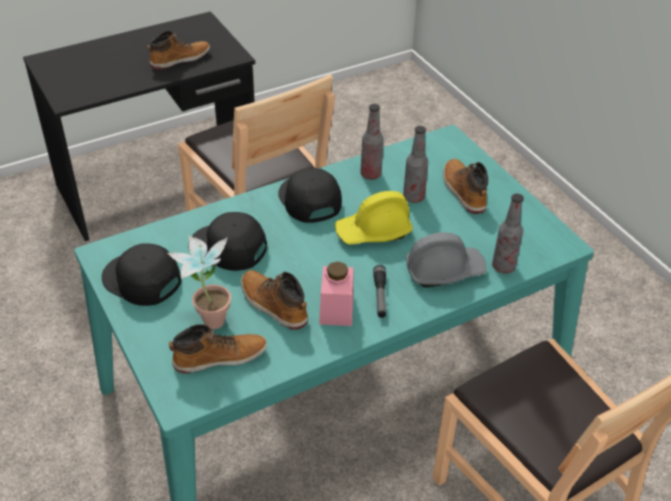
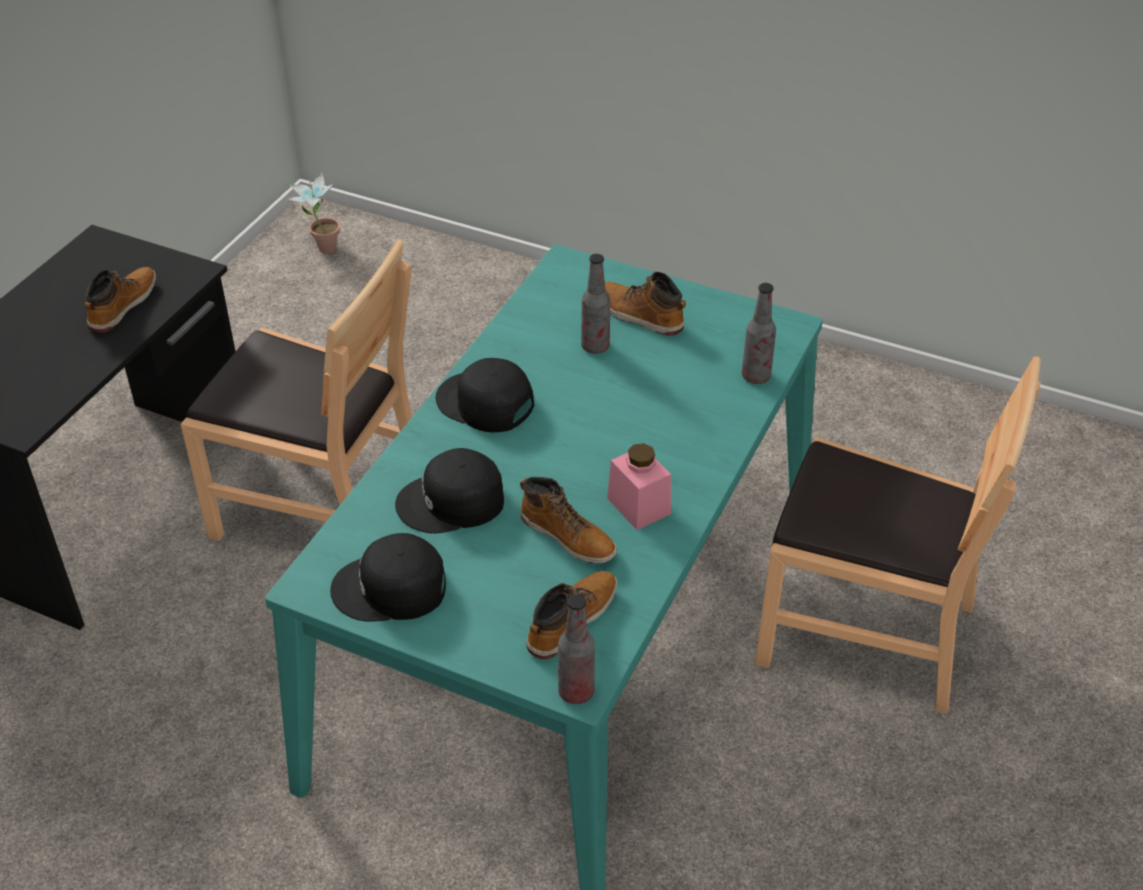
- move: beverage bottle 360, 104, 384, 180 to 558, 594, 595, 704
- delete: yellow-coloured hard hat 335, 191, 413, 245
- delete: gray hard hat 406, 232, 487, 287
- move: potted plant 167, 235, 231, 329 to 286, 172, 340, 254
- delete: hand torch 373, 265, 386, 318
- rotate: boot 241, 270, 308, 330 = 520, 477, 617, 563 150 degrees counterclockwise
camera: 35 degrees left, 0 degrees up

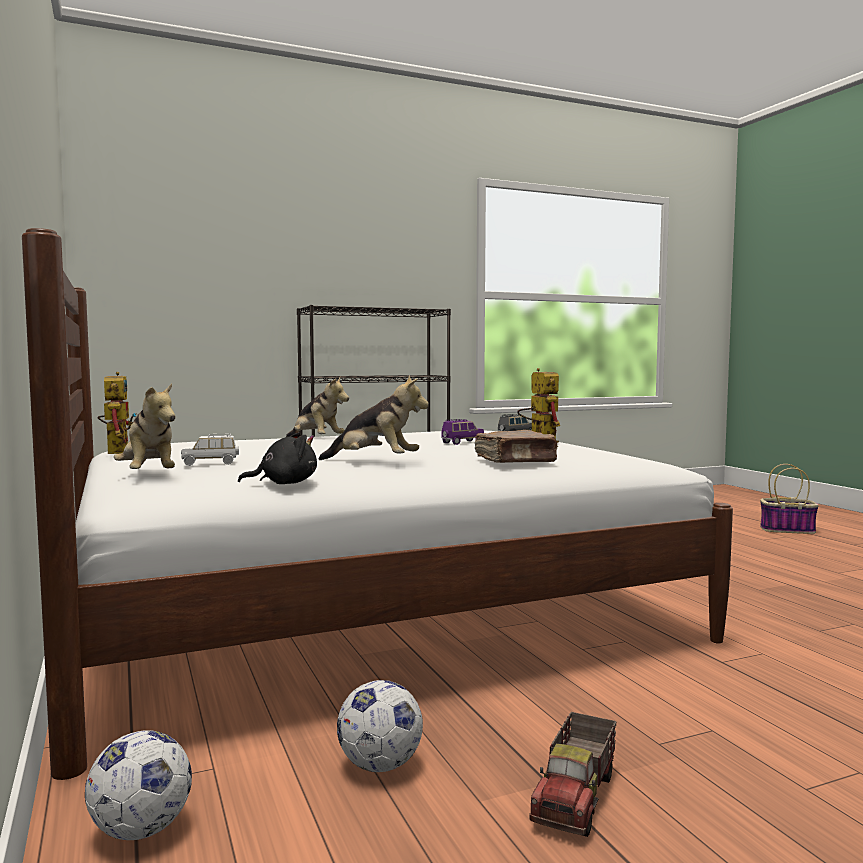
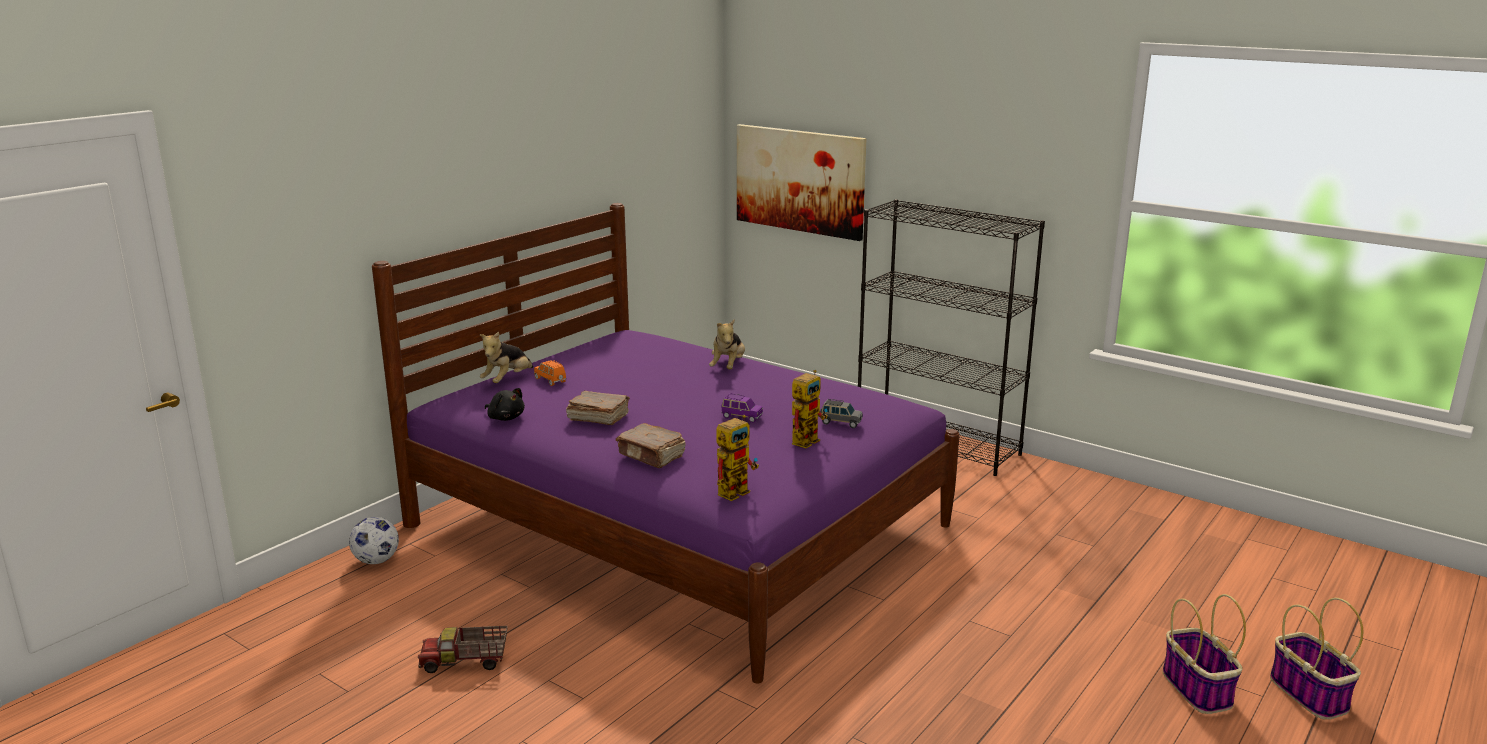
- recolor: white-coloured bedroom bed 22, 228, 733, 780 to purple-coloured bedroom bed 372, 203, 959, 684
- move: robot figure 98, 372, 137, 454 to 716, 415, 759, 501
- replace: soft toy 318, 376, 429, 460 to brownish volume 566, 391, 630, 425
- recolor: white-coloured toy car 181, 433, 239, 466 to orange-coloured toy car 534, 360, 566, 386
- delete: ball for football 337, 680, 423, 772
- insert: picture 737, 124, 867, 241
- insert: basket 1162, 594, 1246, 714
camera: 60 degrees right, 15 degrees up

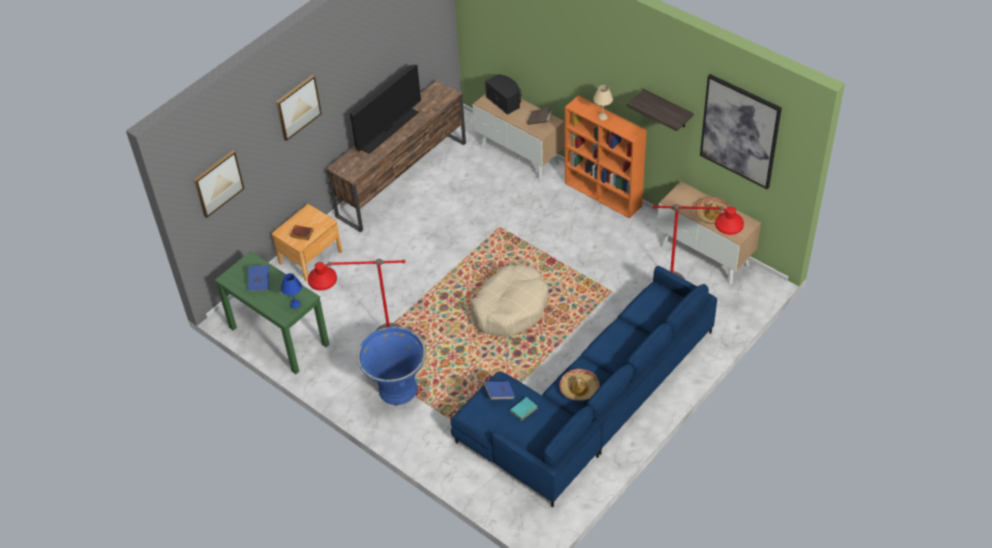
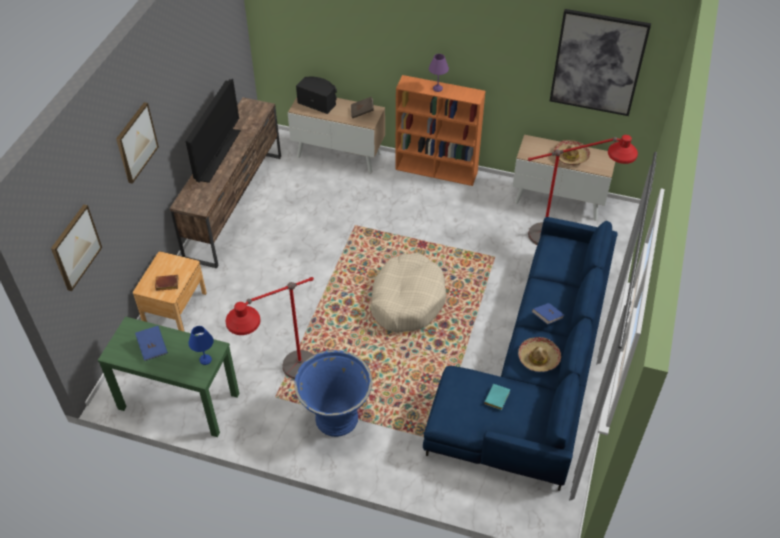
- recolor: sand-coloured tabletop lamp 593, 85, 613, 121 to purple-coloured tabletop lamp 429, 54, 449, 92
- delete: shelf 627, 89, 694, 131
- move: blue volume 484, 381, 515, 400 to 532, 303, 564, 325
camera: 25 degrees left, 0 degrees up

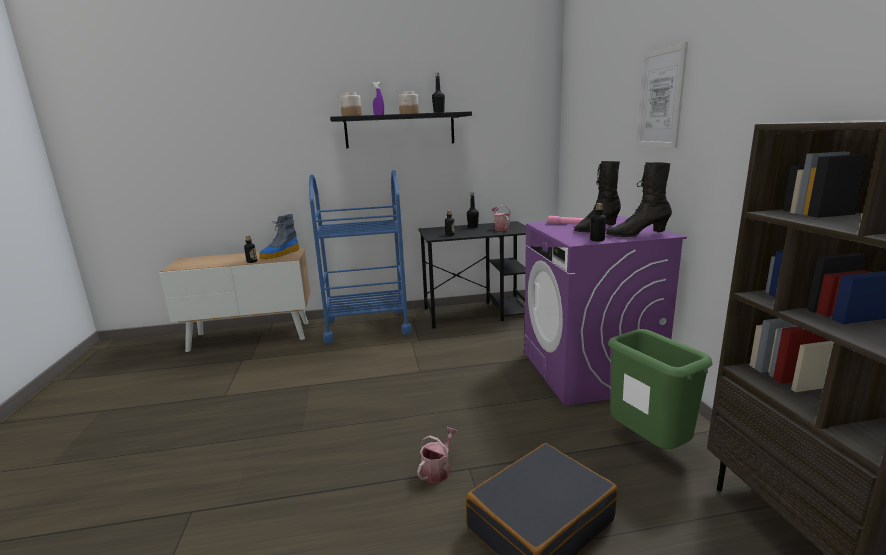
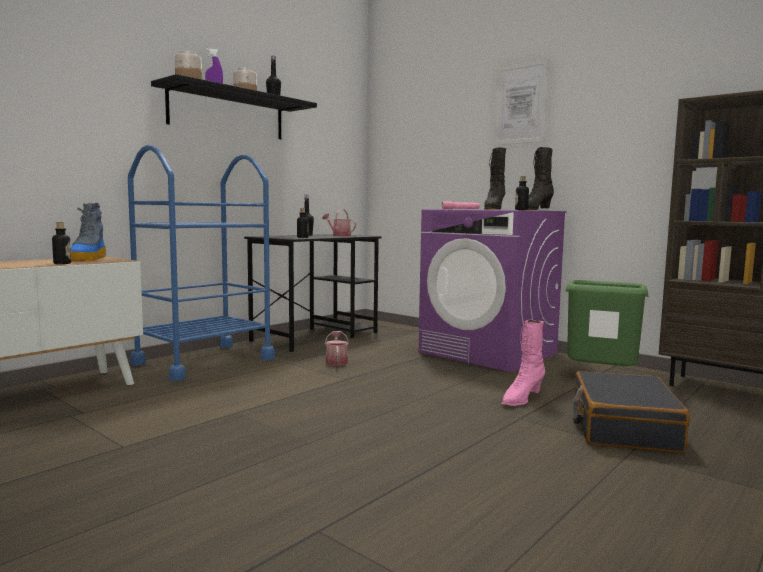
- move: watering can 417, 427, 458, 483 to 325, 331, 349, 366
- insert: pinkish boot 501, 320, 545, 406
camera: 40 degrees left, 10 degrees down

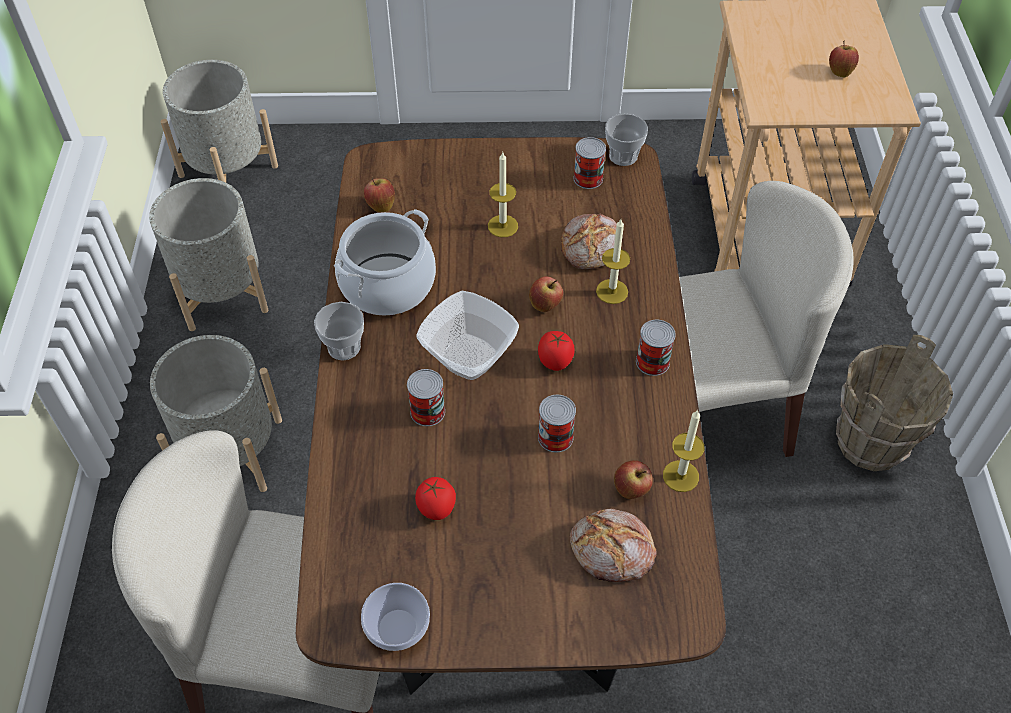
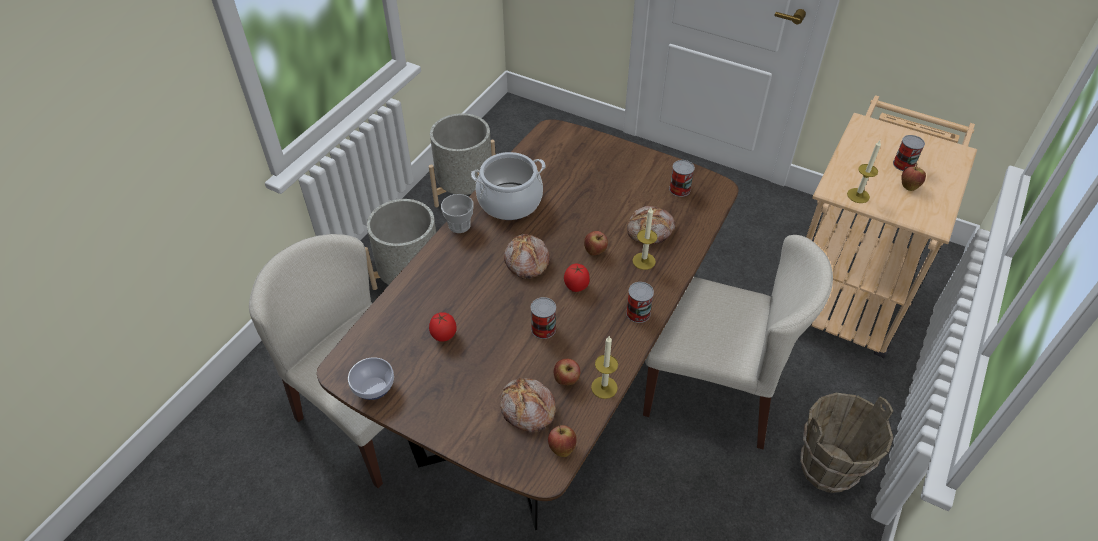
- delete: gray planter 161, 60, 278, 182
- delete: drinking cup 605, 114, 648, 166
- move: wax candle 488, 152, 518, 237 to 847, 140, 881, 203
- move: apple fruit 364, 176, 395, 212 to 548, 425, 577, 457
- replace: bowl 416, 291, 519, 380 to bread 504, 234, 550, 279
- move: sealed can 407, 369, 445, 426 to 893, 135, 925, 171
camera: 30 degrees right, 5 degrees down

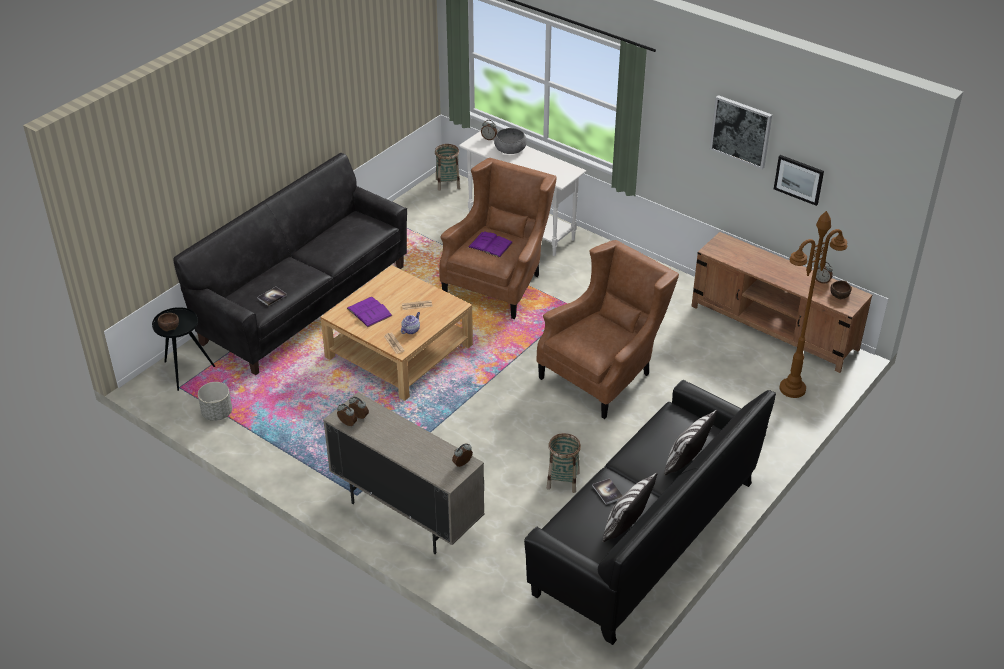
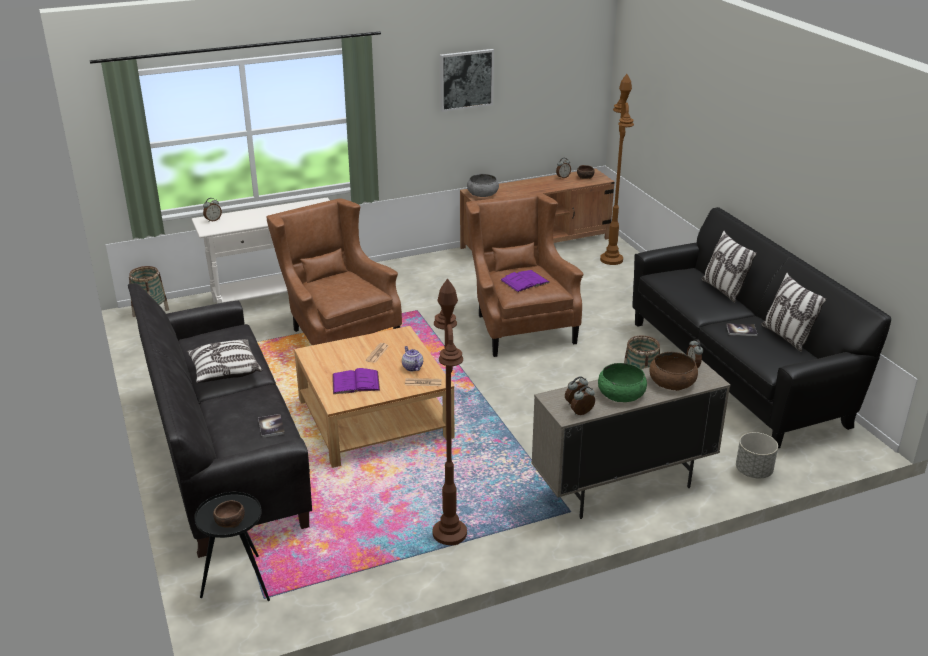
- move: gray bowl 494, 128, 527, 154 to 467, 174, 499, 197
- delete: picture 774, 155, 824, 206
- move: purple-coloured volume 468, 231, 513, 258 to 500, 270, 550, 293
- move: gray planter 198, 382, 232, 421 to 736, 432, 778, 479
- insert: brownish floor lamp 433, 279, 467, 545
- insert: cushion 187, 339, 262, 383
- insert: brownish bowl 649, 352, 698, 391
- insert: green-coloured bowl 598, 363, 647, 402
camera: 60 degrees left, 10 degrees down

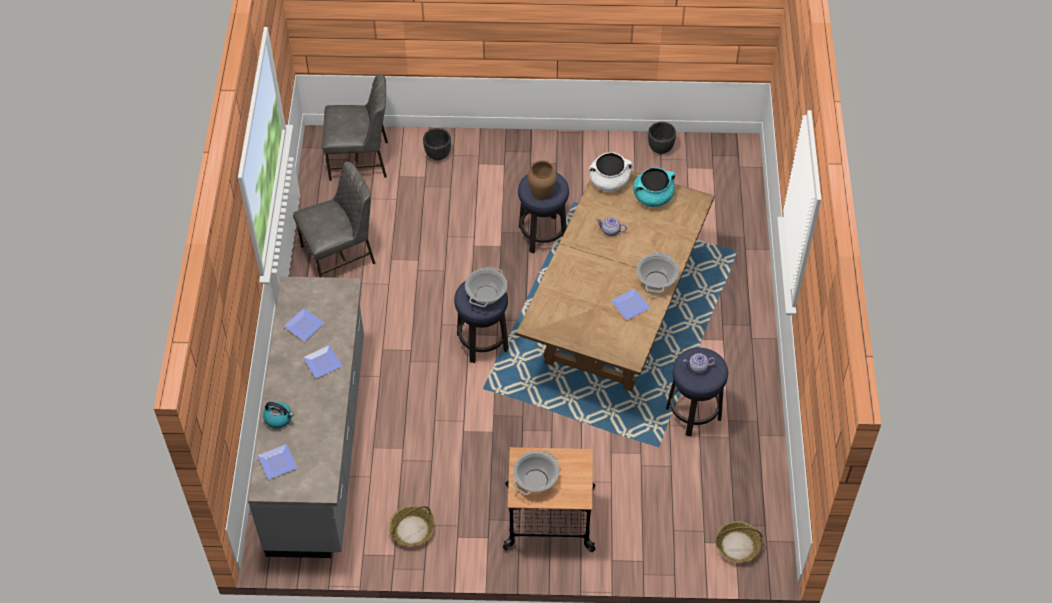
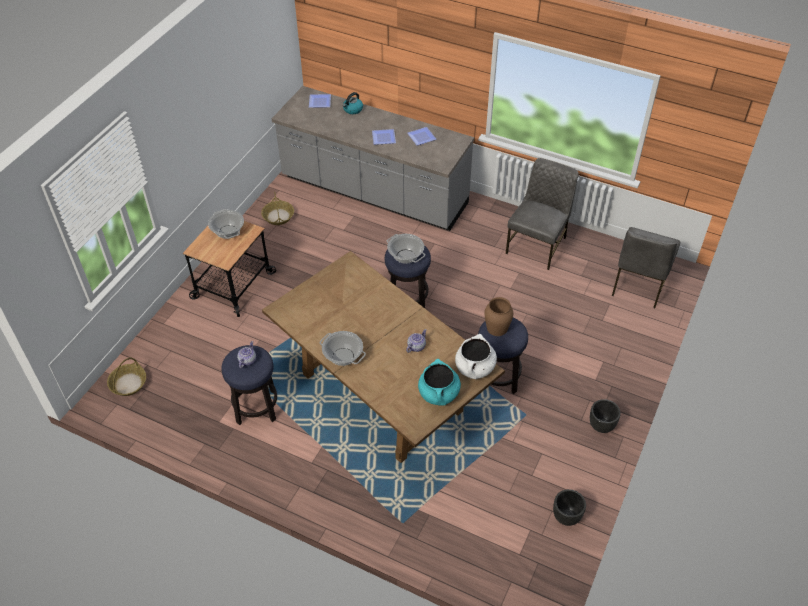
- move: black planter 423, 128, 451, 161 to 590, 399, 621, 433
- rotate: gray plain chair 293, 162, 376, 277 = 506, 158, 579, 270 150 degrees counterclockwise
- delete: flat dish 611, 289, 650, 320
camera: 115 degrees right, 5 degrees down

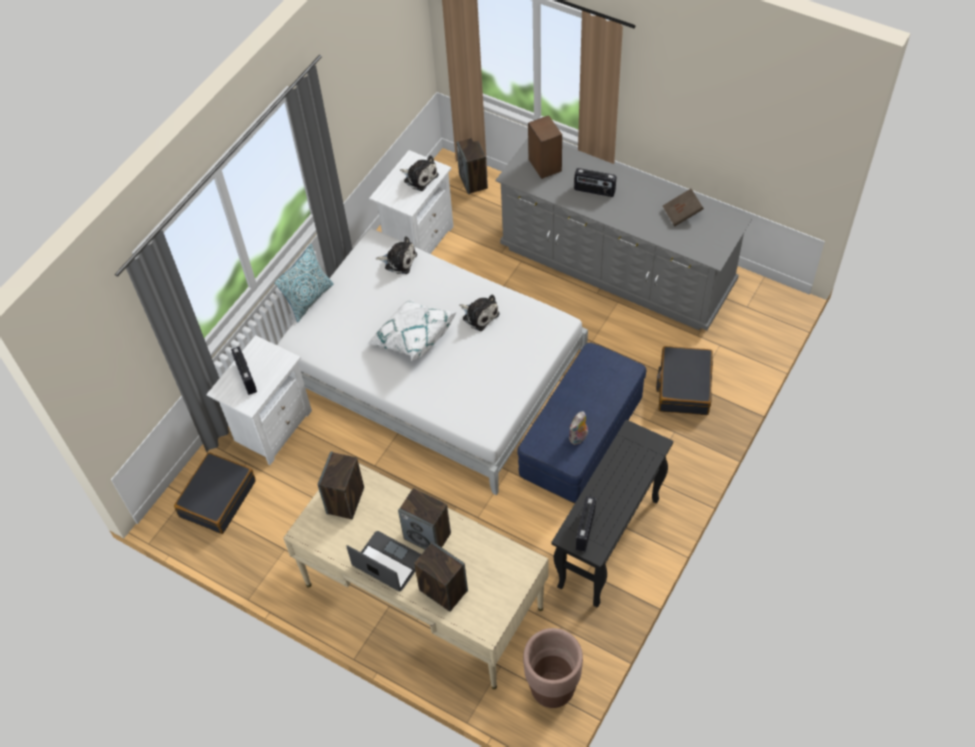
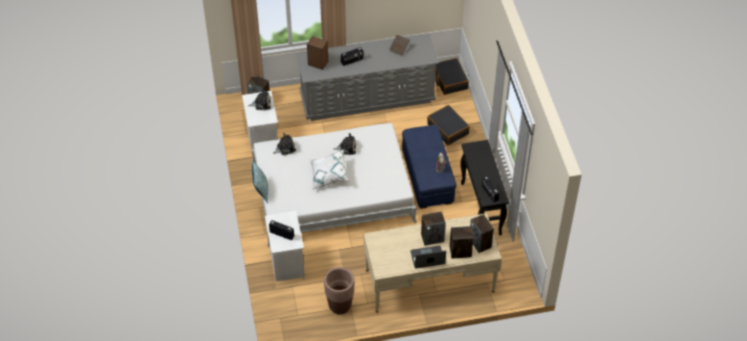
- move: audio speaker 317, 451, 364, 519 to 470, 214, 494, 253
- move: black suitcase 174, 452, 256, 534 to 435, 58, 469, 95
- move: brownish planter 523, 628, 583, 708 to 324, 267, 355, 315
camera: 45 degrees left, 5 degrees down

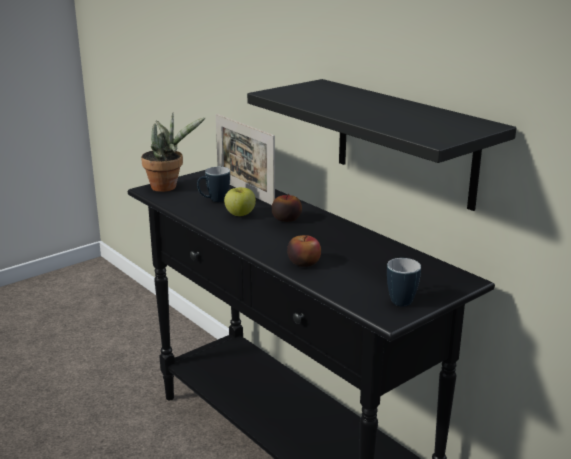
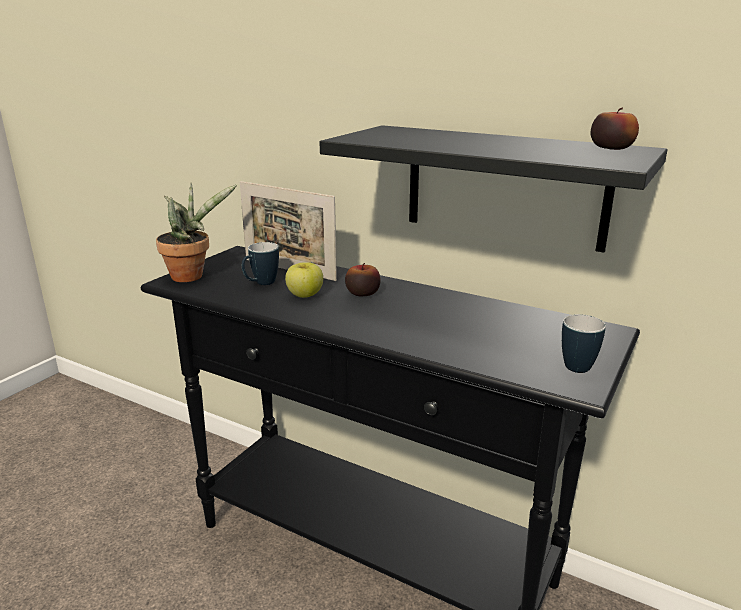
- move: apple fruit 287, 235, 321, 267 to 591, 107, 639, 150
camera: 20 degrees left, 0 degrees up

